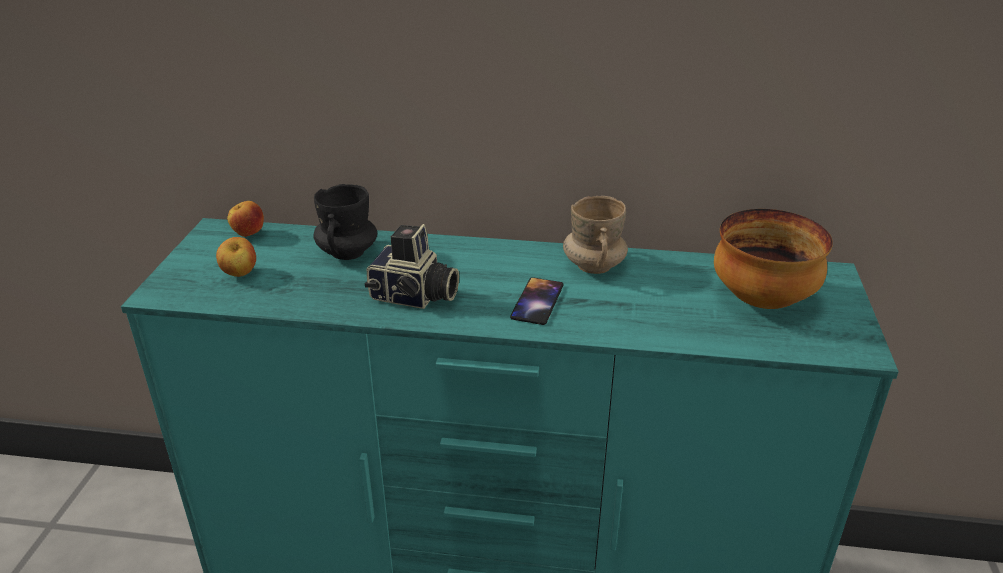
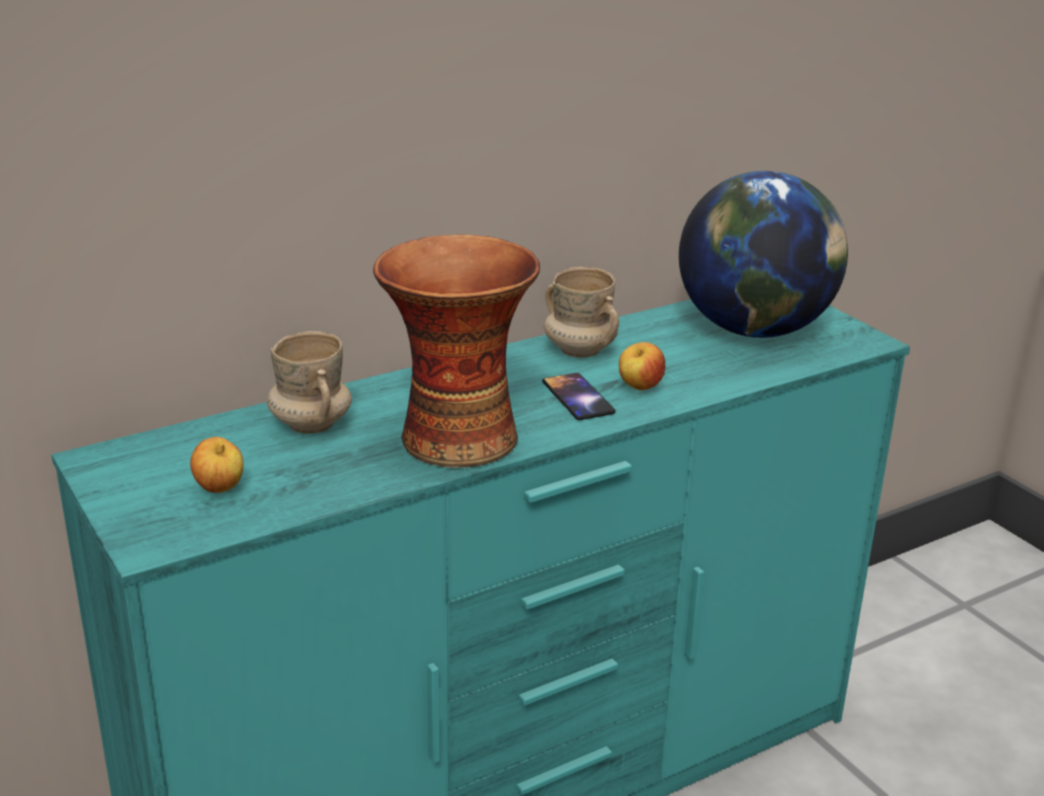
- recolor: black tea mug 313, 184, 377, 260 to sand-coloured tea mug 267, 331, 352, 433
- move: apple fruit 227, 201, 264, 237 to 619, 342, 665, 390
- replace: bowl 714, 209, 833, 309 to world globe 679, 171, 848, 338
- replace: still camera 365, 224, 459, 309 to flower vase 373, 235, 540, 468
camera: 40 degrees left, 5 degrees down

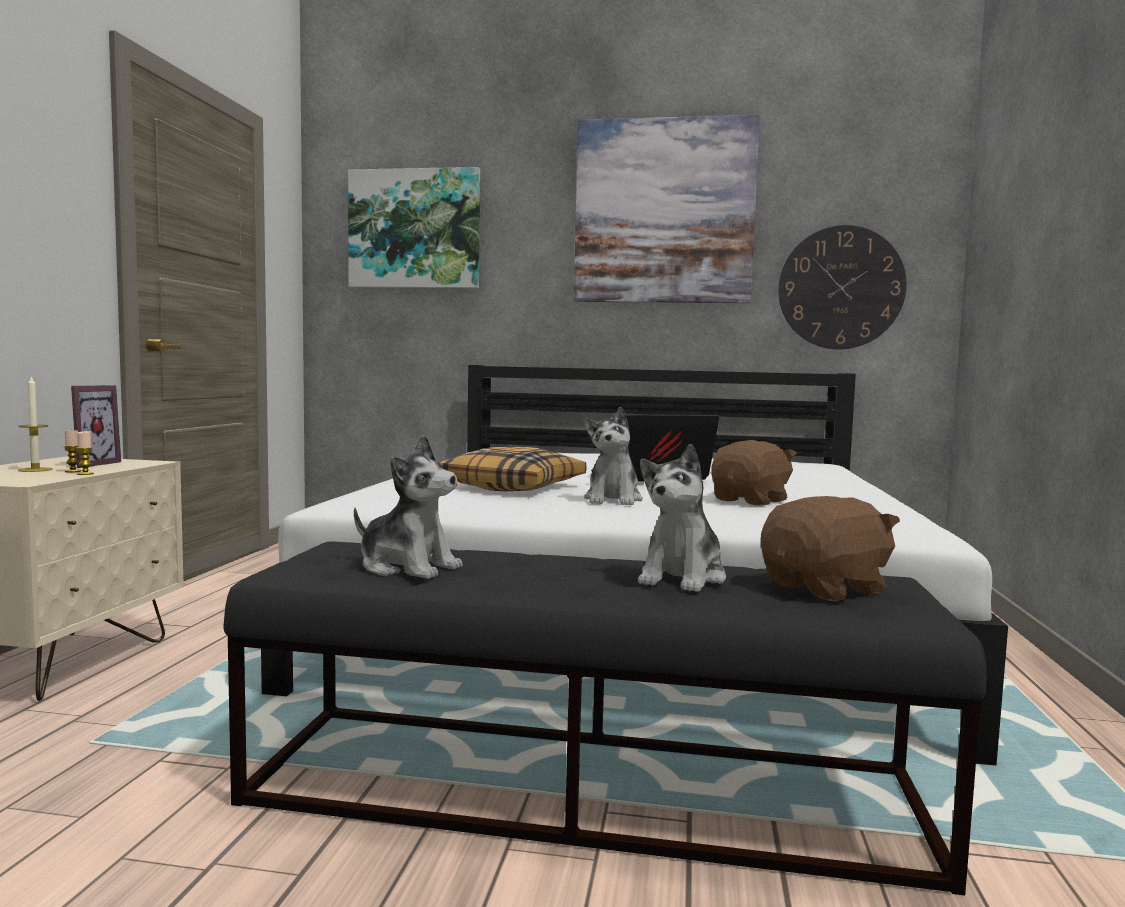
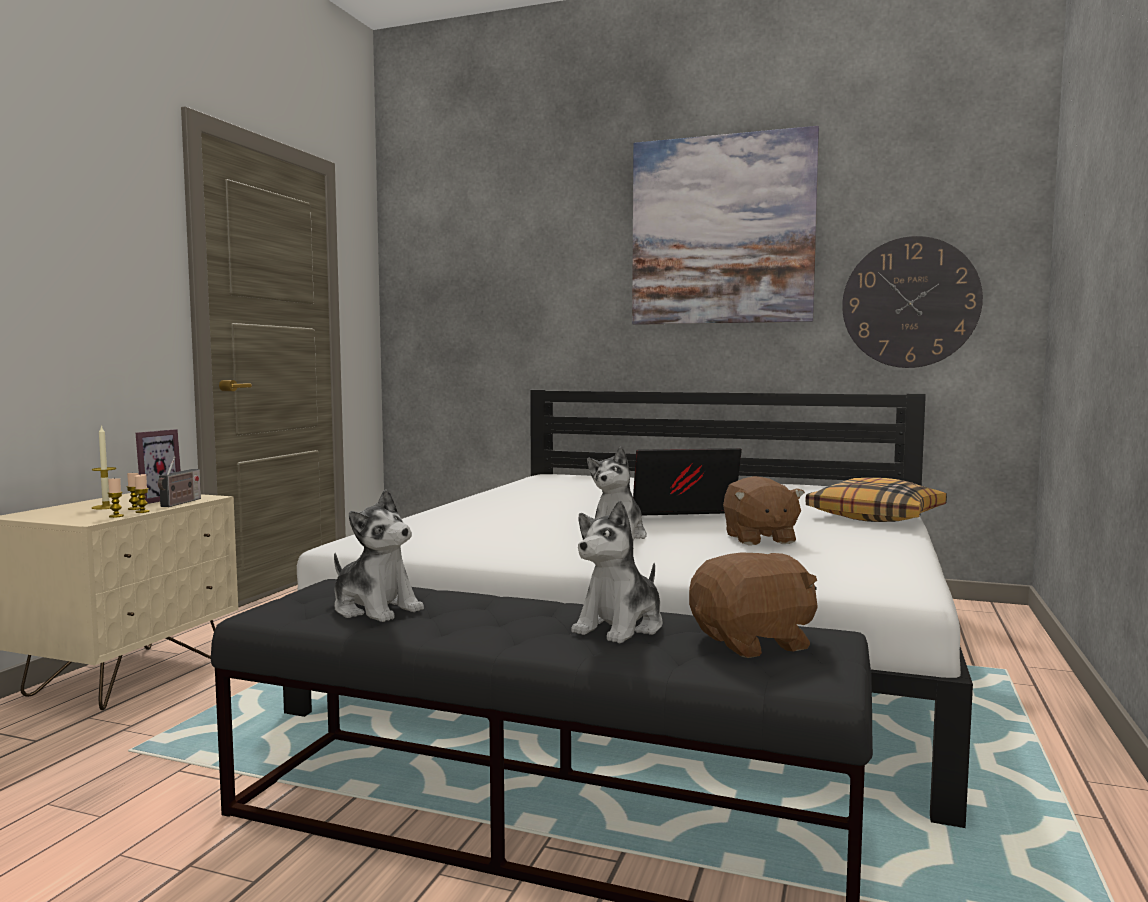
- delete: picture 348, 167, 480, 288
- rotate: brownish soft toy 711, 440, 797, 506 = 723, 476, 805, 545 120 degrees clockwise
- move: cushion 437, 447, 586, 491 to 806, 478, 947, 522
- insert: radio set 158, 456, 201, 507
- insert: wax candle 108, 479, 124, 518
camera: 10 degrees right, 0 degrees up

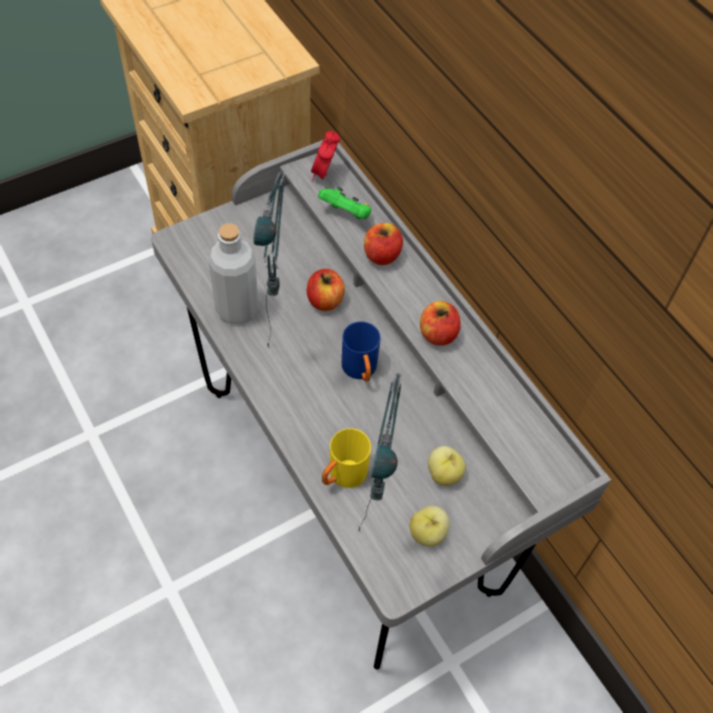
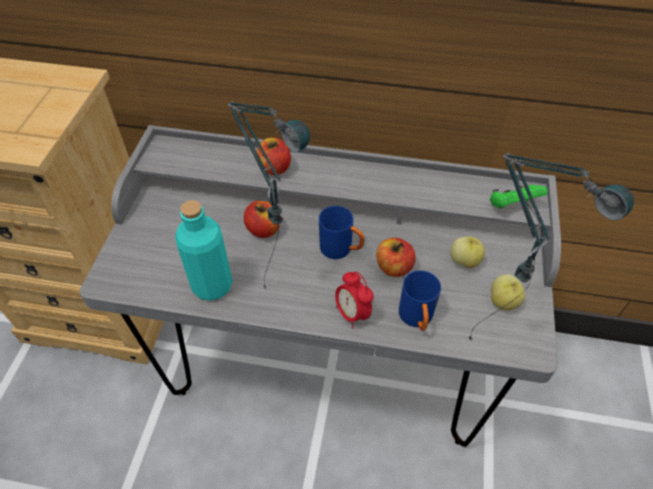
- move: bedside clock 311, 131, 340, 181 to 335, 271, 374, 328
- move: green-coloured game controller 318, 187, 371, 219 to 489, 185, 548, 209
- recolor: gray beverage bottle 209, 223, 258, 324 to blue-green beverage bottle 175, 200, 233, 301
- move: apple fruit 420, 301, 461, 346 to 376, 238, 416, 277
- recolor: yellow-coloured tea mug 322, 428, 371, 488 to blue tea mug 399, 270, 441, 331
camera: 45 degrees left, 5 degrees down

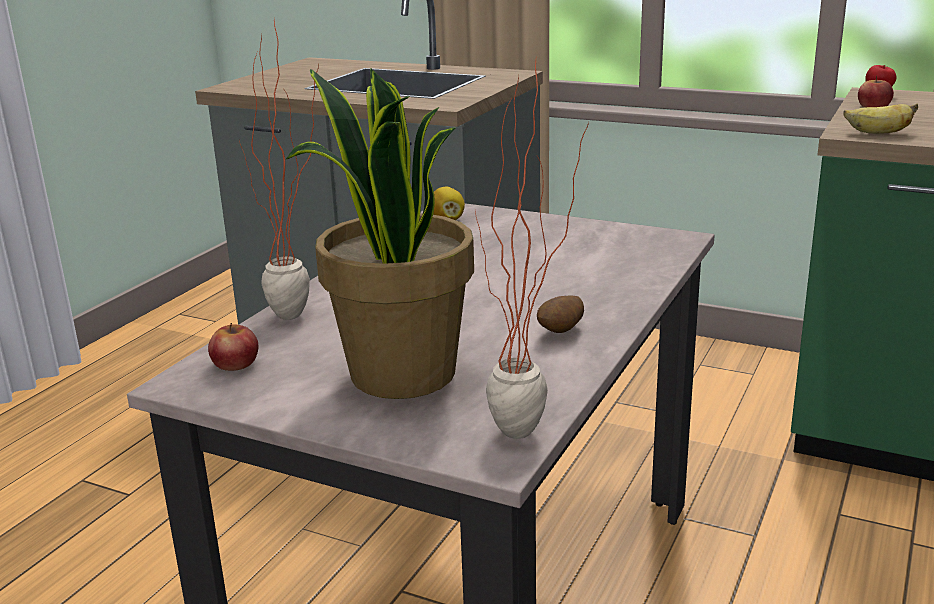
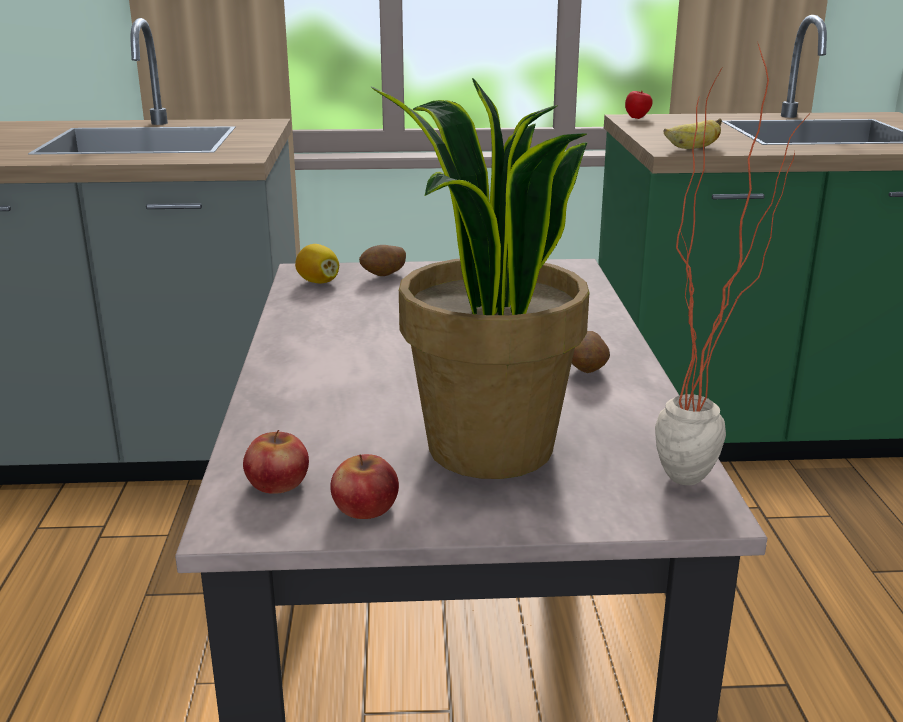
- delete: potted plant 239, 20, 319, 320
- move: apple fruit 858, 75, 894, 107 to 330, 454, 399, 519
- insert: potato 359, 245, 406, 276
camera: 30 degrees left, 0 degrees up

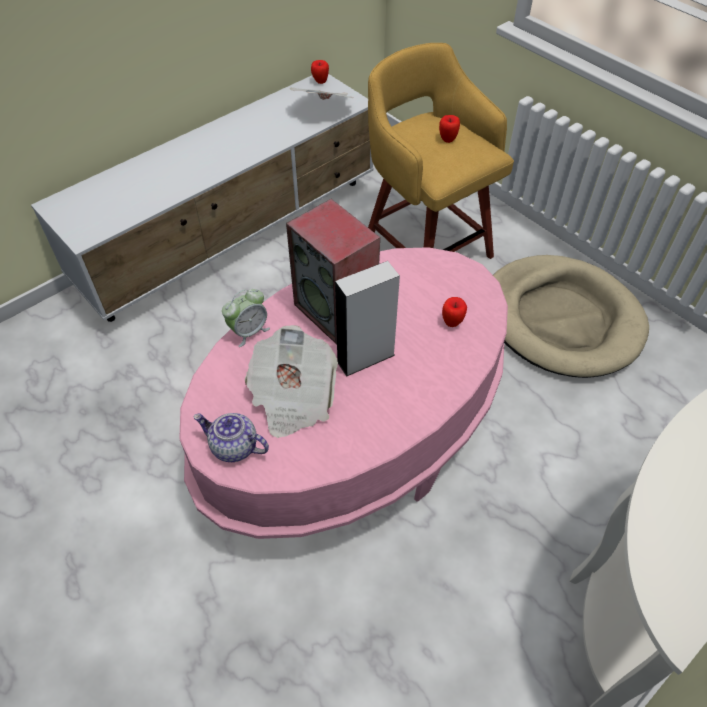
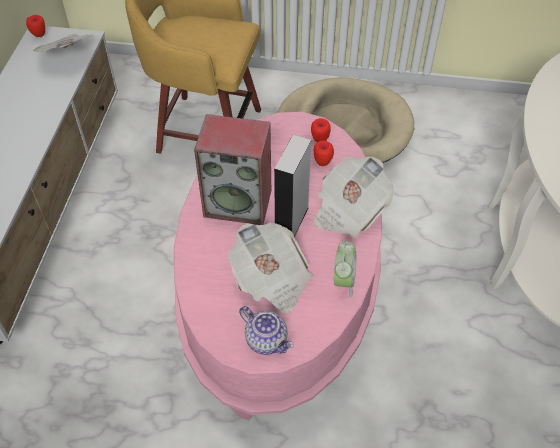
- move: apple fruit 439, 115, 460, 143 to 311, 118, 331, 142
- move: bedside clock 222, 289, 270, 347 to 334, 241, 356, 297
- rotate: tea pot 193, 413, 269, 462 = 239, 306, 294, 355 120 degrees counterclockwise
- insert: newspaper 314, 156, 394, 238
camera: 40 degrees left, 0 degrees up

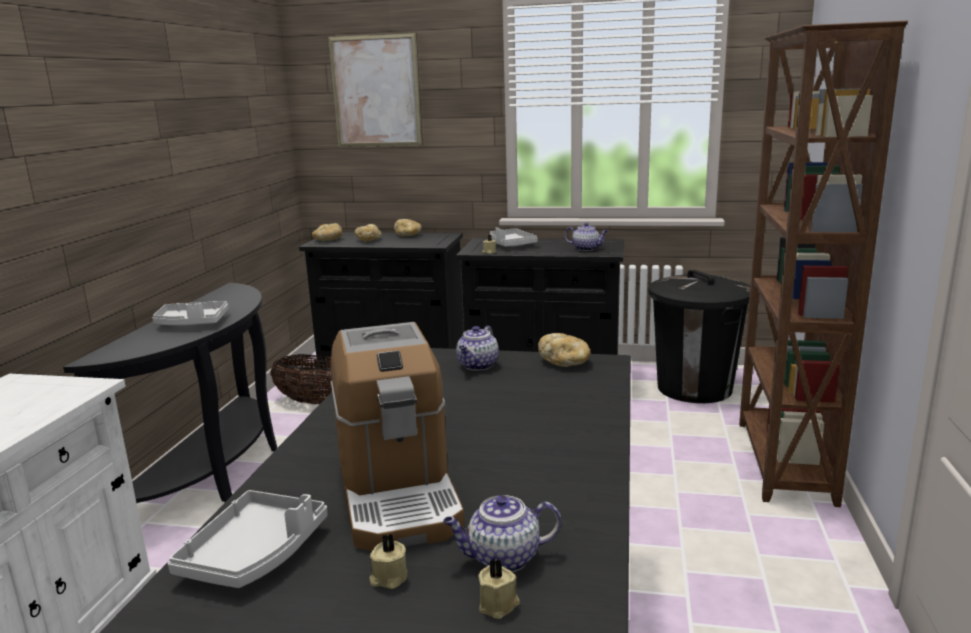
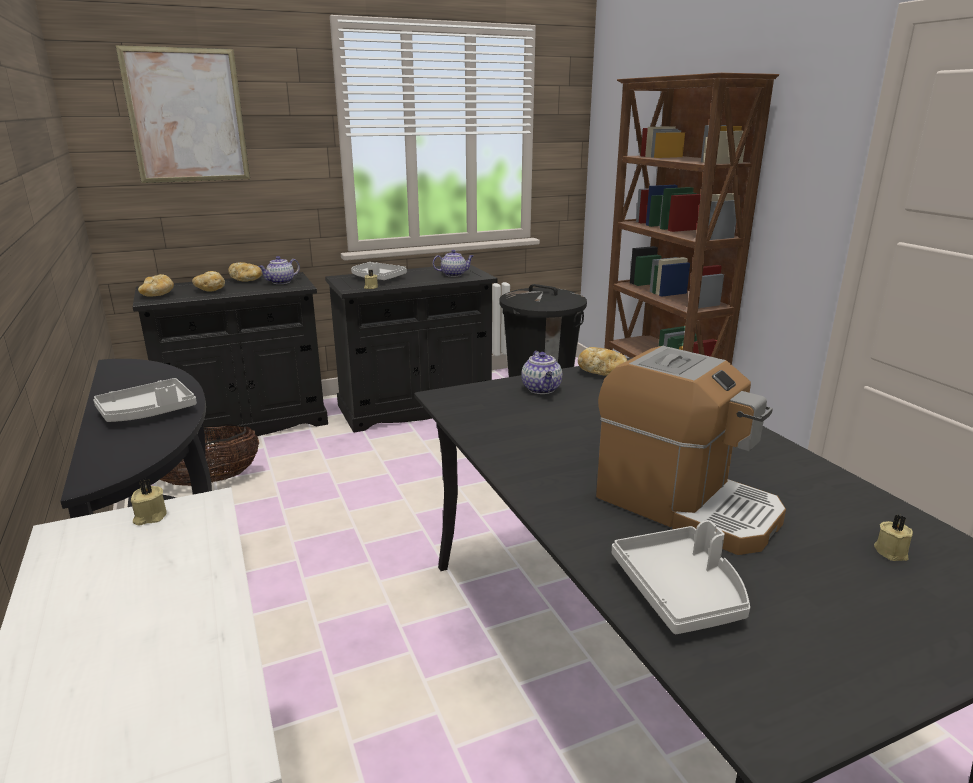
- move: tea pot 443, 495, 561, 572 to 258, 256, 300, 284
- move: sand-coloured wax candle 369, 534, 408, 589 to 131, 479, 167, 526
camera: 35 degrees left, 5 degrees up

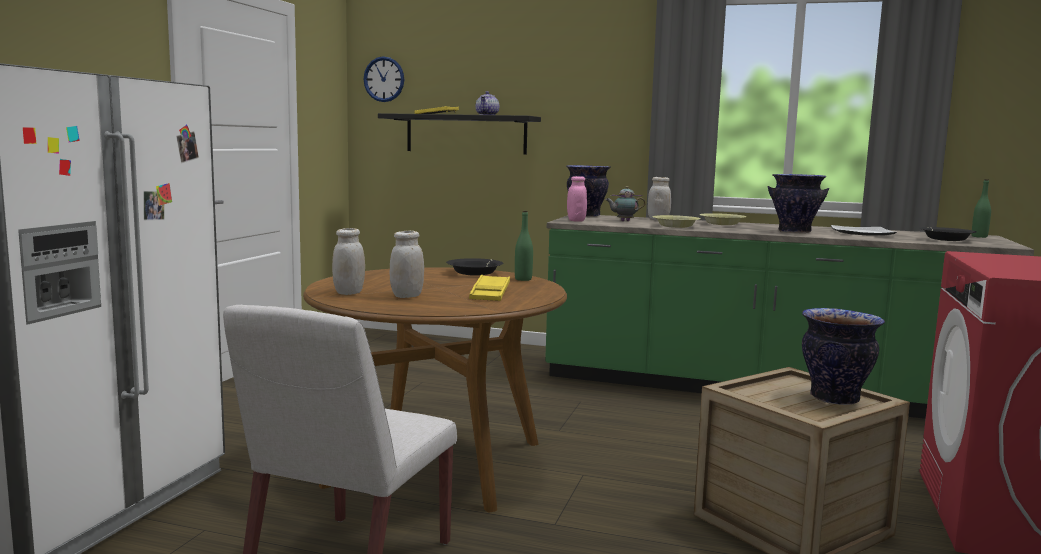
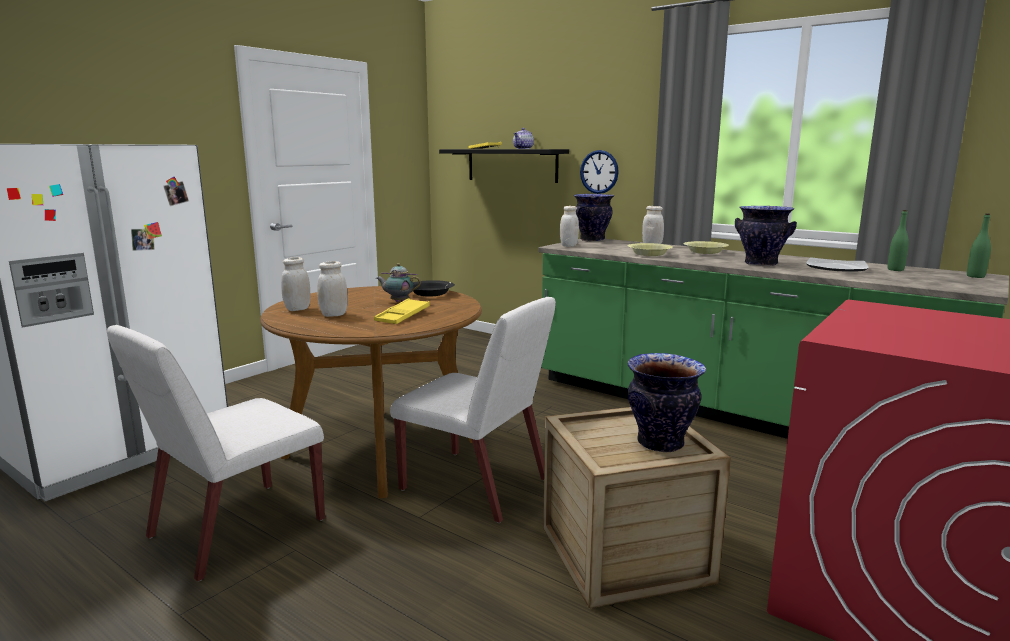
- move: wall clock 363, 56, 404, 102 to 580, 150, 619, 194
- recolor: pinkish preserve jar 567, 176, 587, 222 to white-coloured preserve jar 560, 206, 579, 247
- move: tea pot 606, 186, 646, 221 to 376, 263, 421, 302
- move: green-coloured beverage bottle 515, 211, 533, 281 to 888, 210, 909, 271
- delete: black bowl 919, 227, 977, 241
- insert: white-coloured plain chair 390, 297, 556, 523
camera: 20 degrees right, 5 degrees up

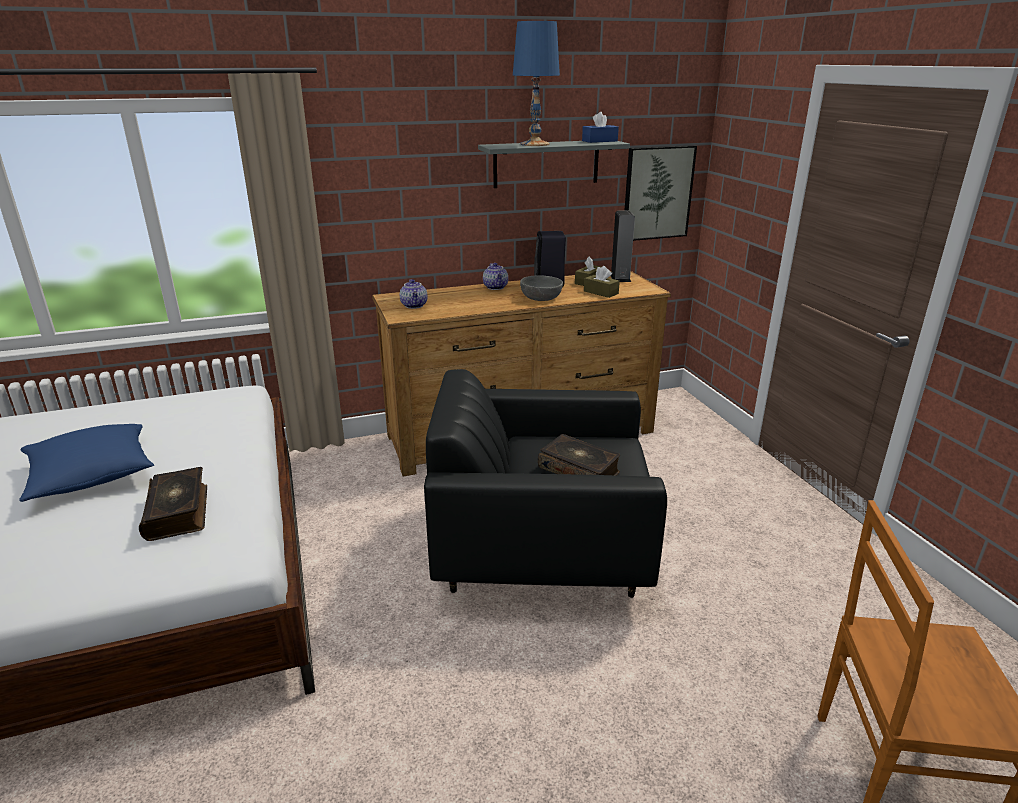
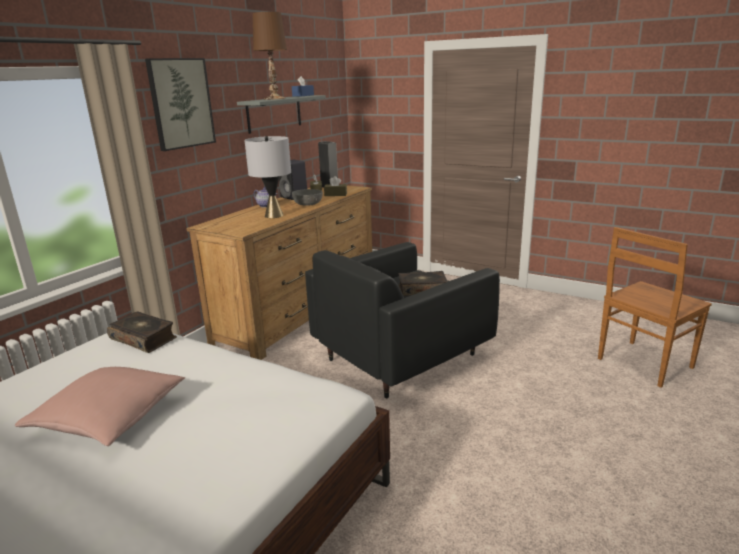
- recolor: blue tabletop lamp 513, 21, 560, 146 to brownish tabletop lamp 253, 12, 287, 100
- move: picture 625, 145, 697, 241 to 145, 58, 216, 151
- delete: tea pot 400, 279, 427, 309
- recolor: blue cushion 19, 424, 154, 502 to pinkish cushion 15, 367, 185, 446
- move: volume 139, 467, 207, 541 to 107, 311, 177, 353
- insert: gray tabletop lamp 244, 136, 291, 218
camera: 40 degrees left, 5 degrees down

